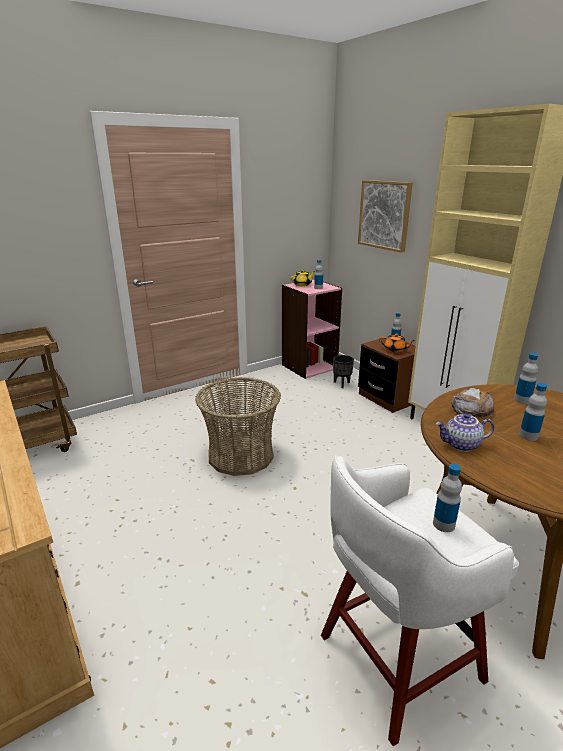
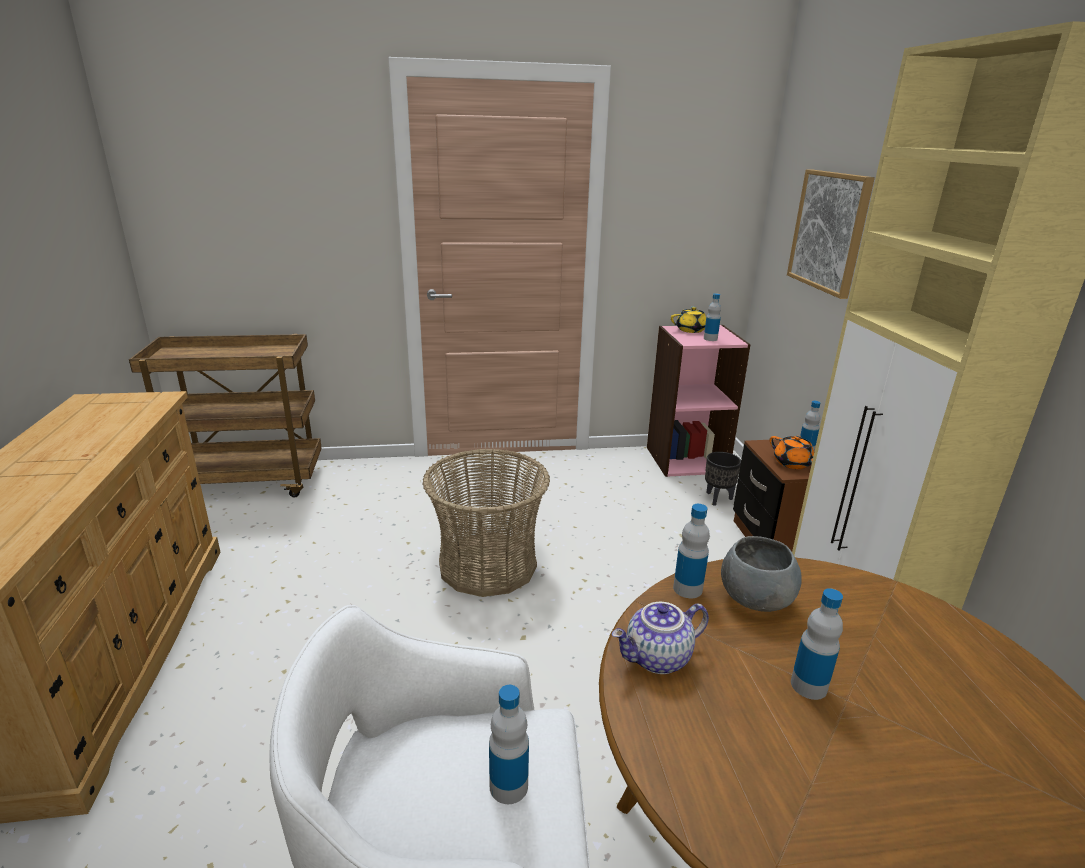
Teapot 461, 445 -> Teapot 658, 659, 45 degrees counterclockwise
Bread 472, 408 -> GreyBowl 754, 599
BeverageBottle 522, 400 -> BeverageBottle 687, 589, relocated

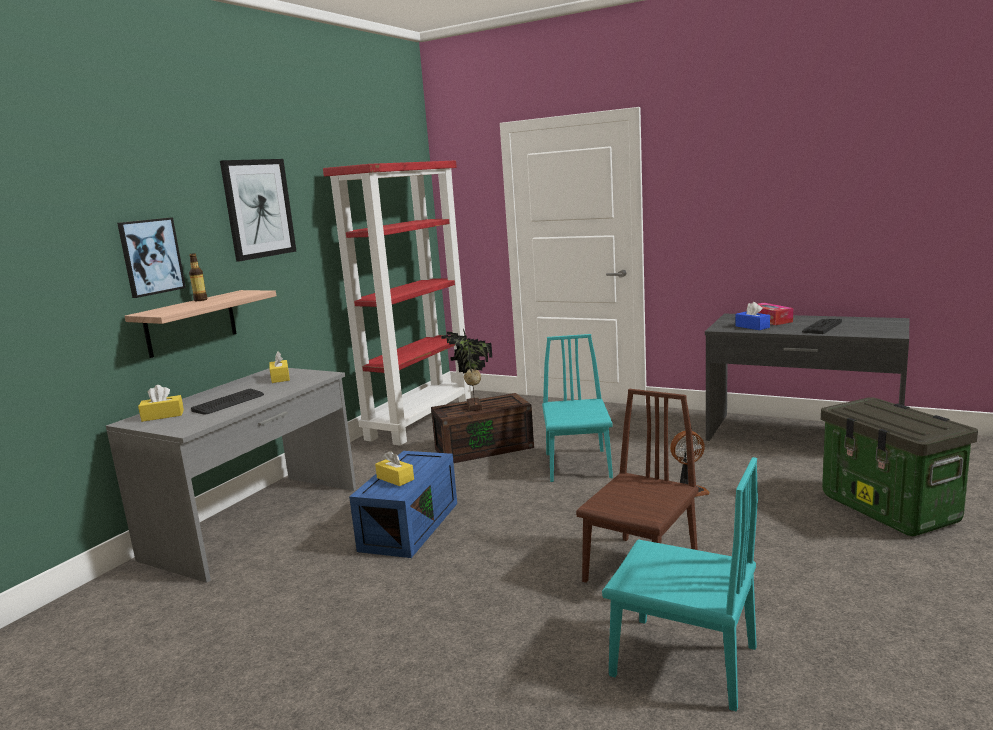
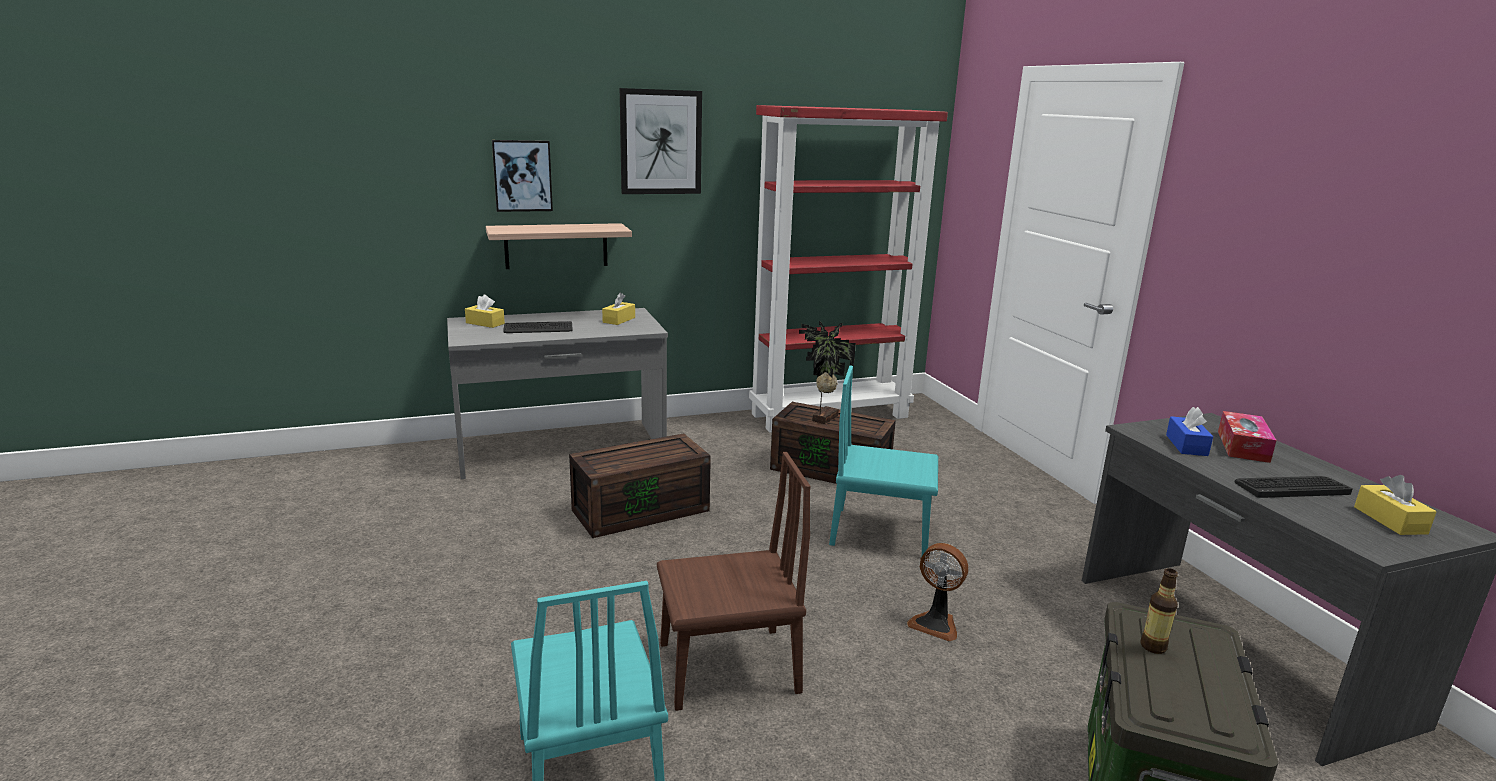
BeverageBottle 200, 300 -> BeverageBottle 1153, 647, relocated
BlueStorageBin 409, 525 -> BrownColouredStorageBin 641, 509
YellowColouredBoxOfTissues 395, 479 -> YellowColouredBoxOfTissues 1390, 520, relocated
TurquoiseColouredUprightChair 578, 465 -> TurquoiseColouredUprightChair 880, 532, 120 degrees counterclockwise

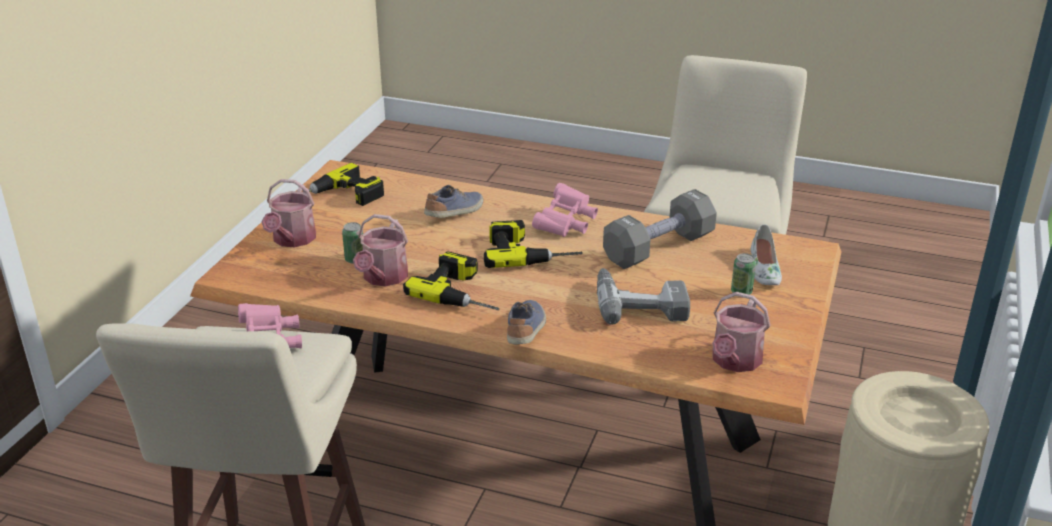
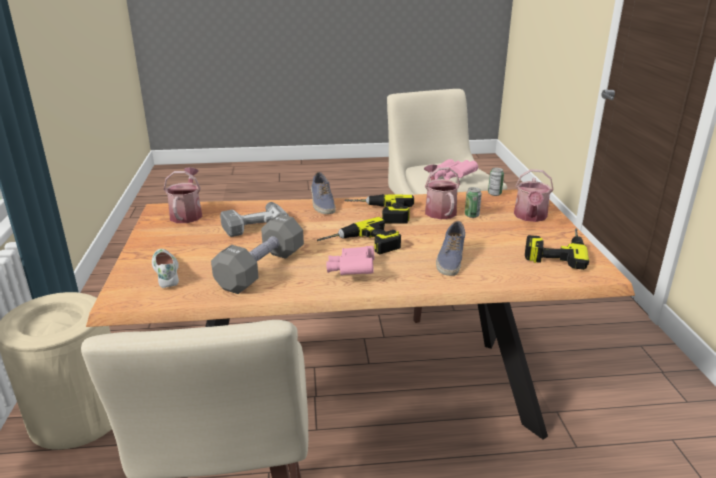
SprinklingCan 292, 240 -> SprinklingCan 530, 217, 150 degrees counterclockwise
SealedCan 741, 292 -> SealedCan 494, 194, relocated

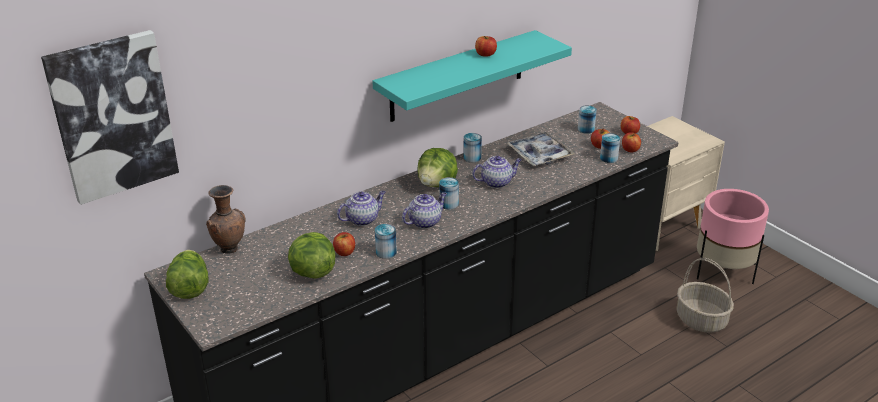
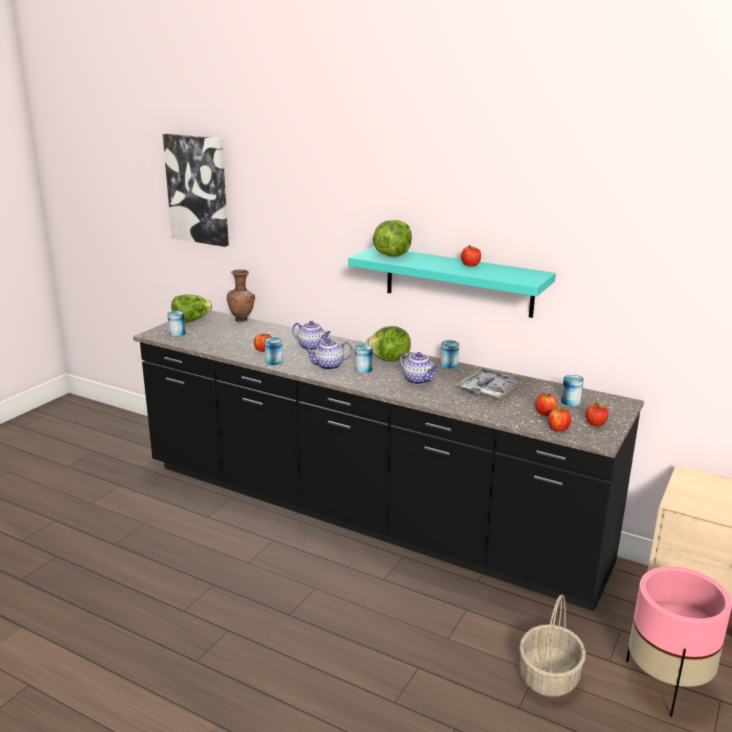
Lettuce 312, 272 -> Lettuce 392, 255, relocated
Teapot 425, 222 -> Teapot 328, 366, 135 degrees clockwise
SealedCan 608, 158 -> SealedCan 177, 333, relocated

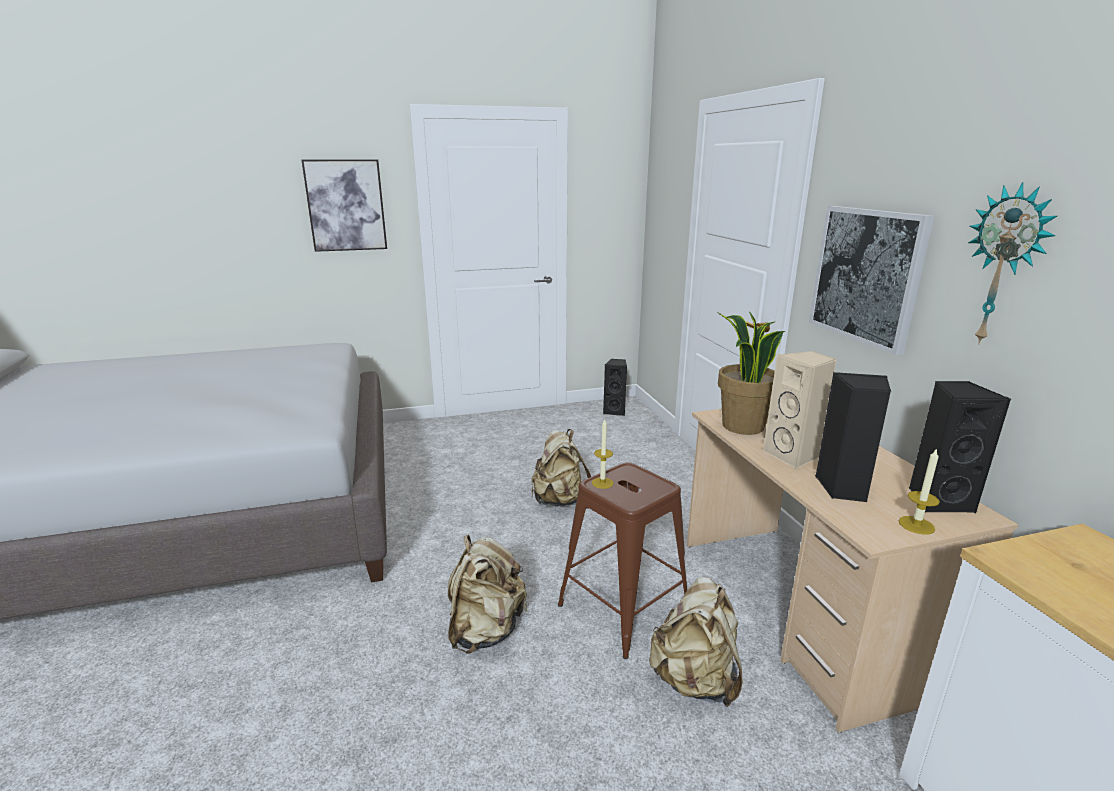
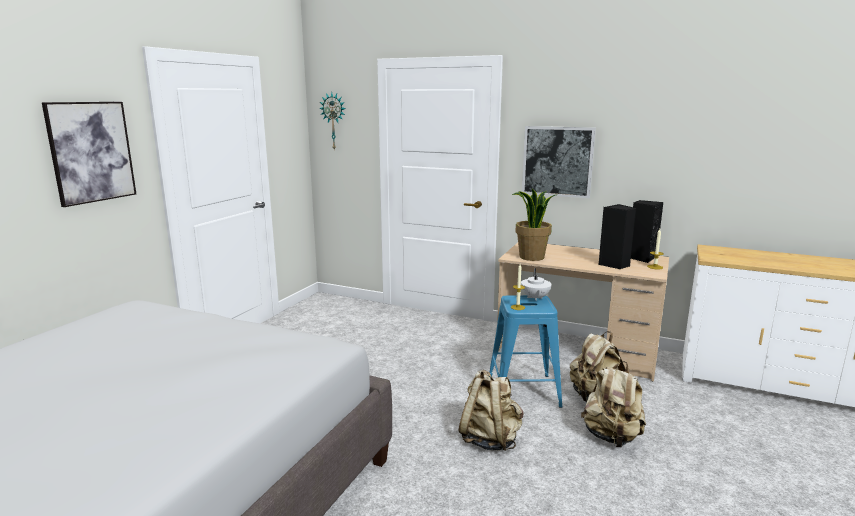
BeigeColouredKnapsack 559, 500 -> BeigeColouredKnapsack 611, 437, relocated
BrownColouredSittingStool 624, 608 -> BlueSittingStool 523, 391
BlackishAudioSpeaker 615, 411 -> none
BeigeColouredAudioSpeaker 793, 456 -> none
HangingClock 1005, 266 -> HangingClock 334, 121, relocated
none -> WhitishTeapot 535, 298

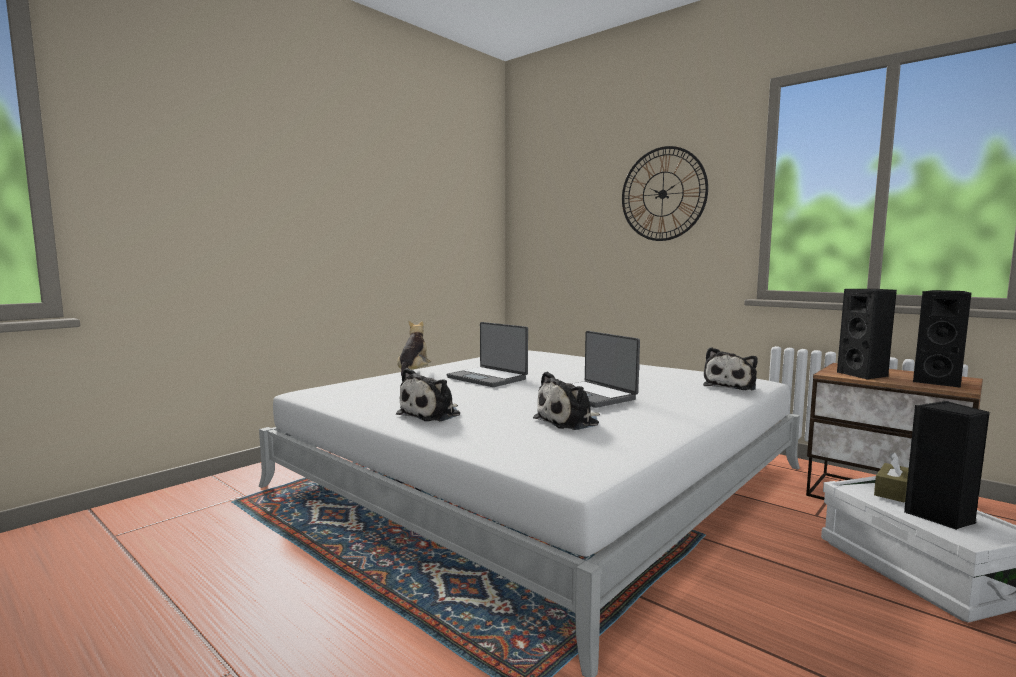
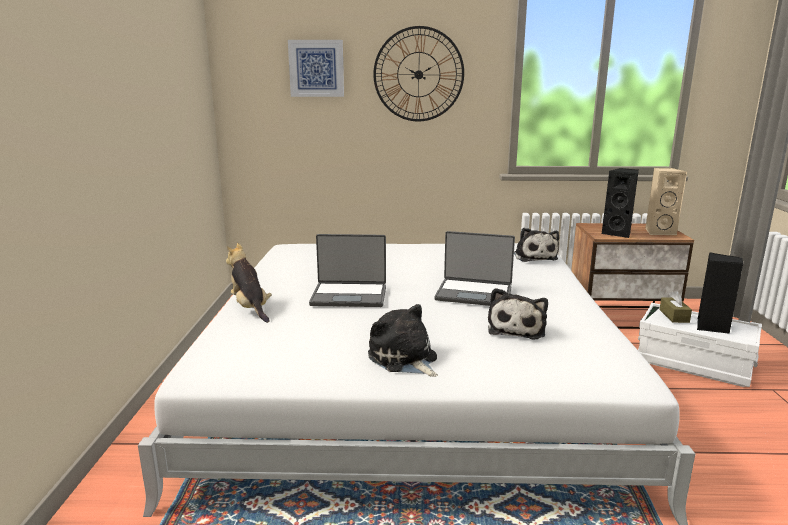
PlushToy 432, 414 -> PlushToy 404, 359, 150 degrees clockwise
BlackishAudioSpeaker 938, 382 -> BeigeColouredAudioSpeaker 659, 232
none -> WallPicture 316, 68

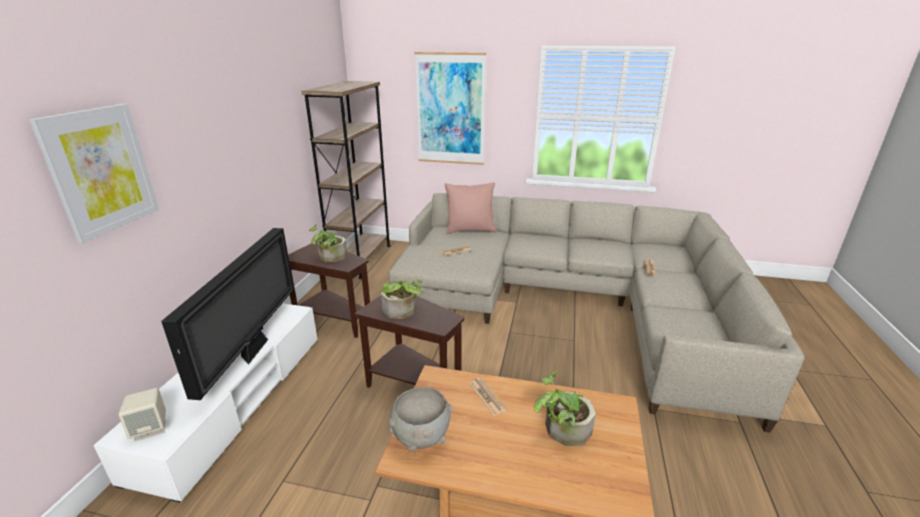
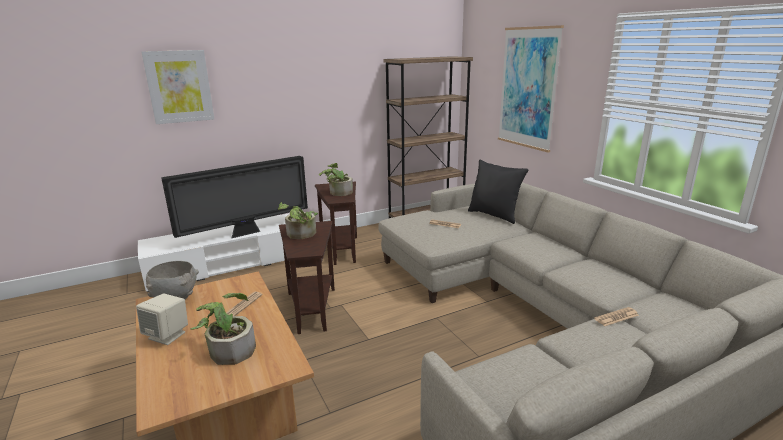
BeigeColouredAudioSpeaker 150, 428 -> BeigeColouredAudioSpeaker 167, 335, relocated
PinkishCushion 470, 230 -> BlackishCushion 494, 215

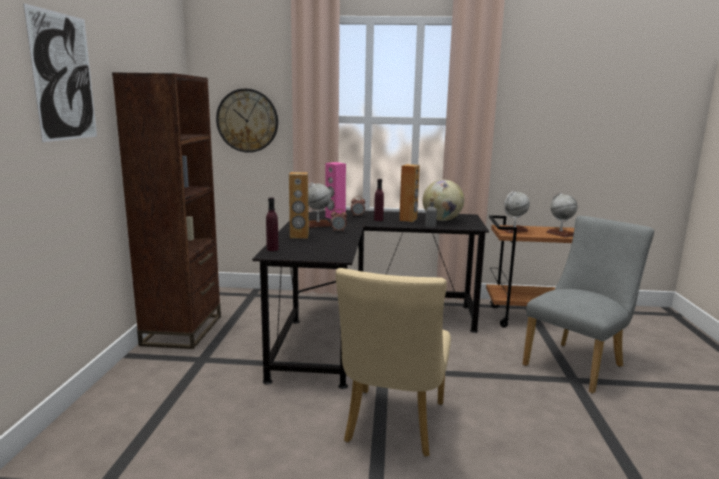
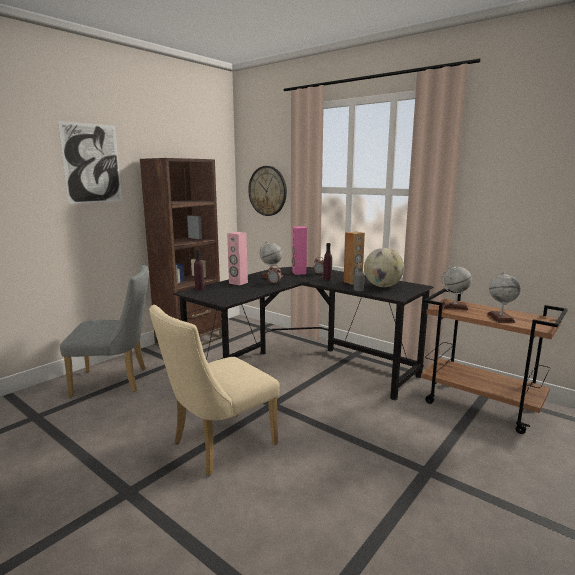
BrownColouredAudioSpeaker 299, 236 -> PinkishAudioSpeaker 238, 283
GreyUprightChair 578, 364 -> GreyUprightChair 116, 381, relocated

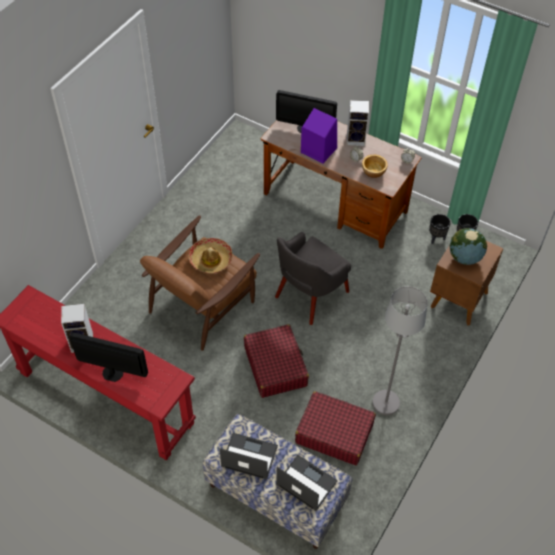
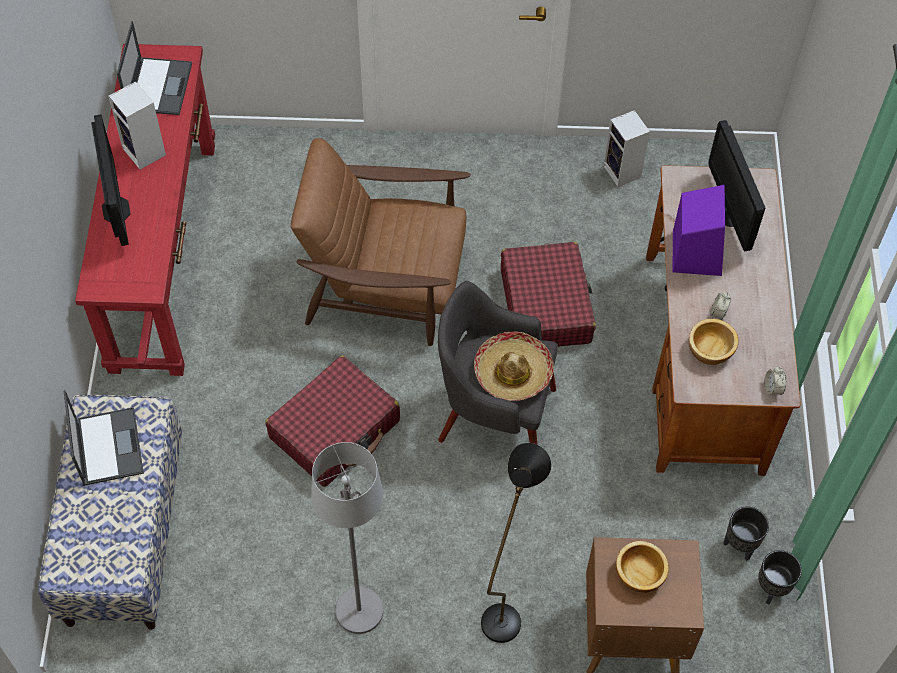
WearableHat 210, 259 -> WearableHat 513, 372, relocated
PortableComputer 305, 482 -> PortableComputer 159, 86, relocated
RedSuitcase 334, 433 -> RedSuitcase 546, 305, relocated
AudioSpeaker 356, 139 -> AudioSpeaker 623, 172, relocated
DeskGlobe 464, 257 -> Bowl 638, 573
none -> BlackishFloorLamp 505, 609

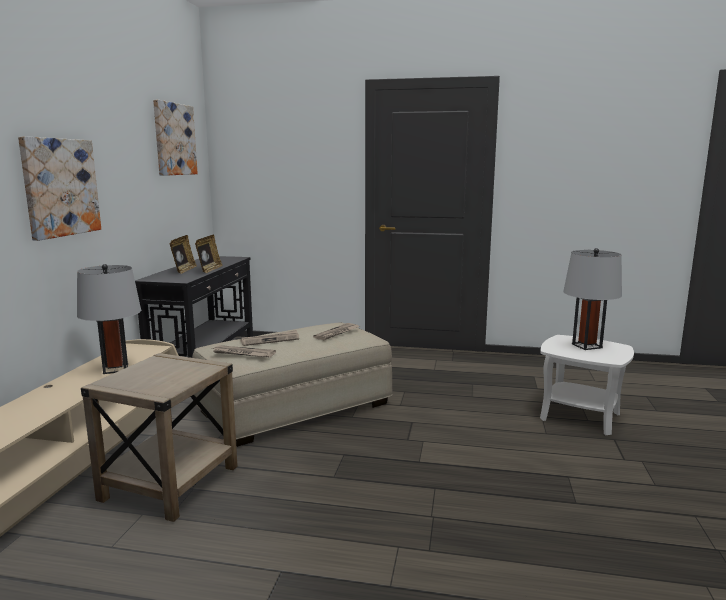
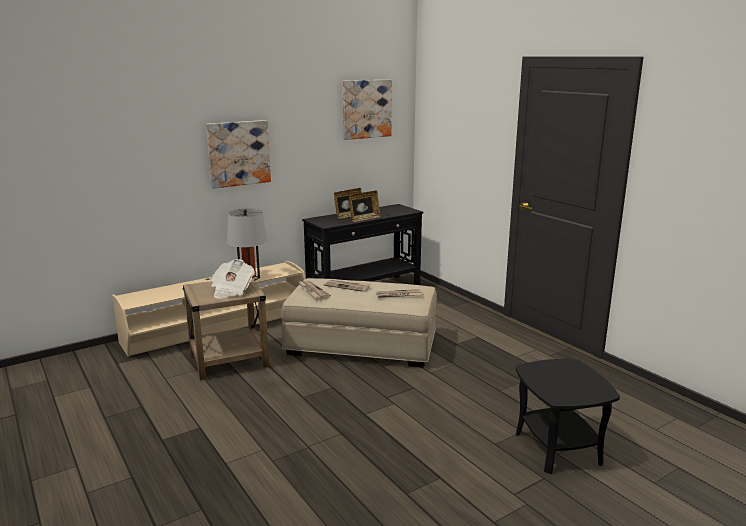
WhitishAccentTable 580, 416 -> BlackishAccentTable 558, 448
GreyTabletopLamp 586, 346 -> none
none -> DailyPaper 231, 290

